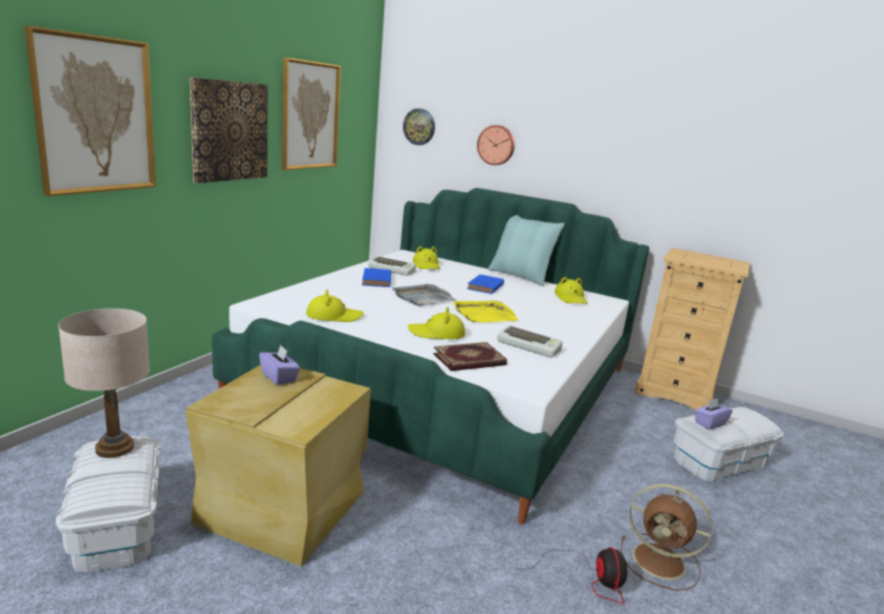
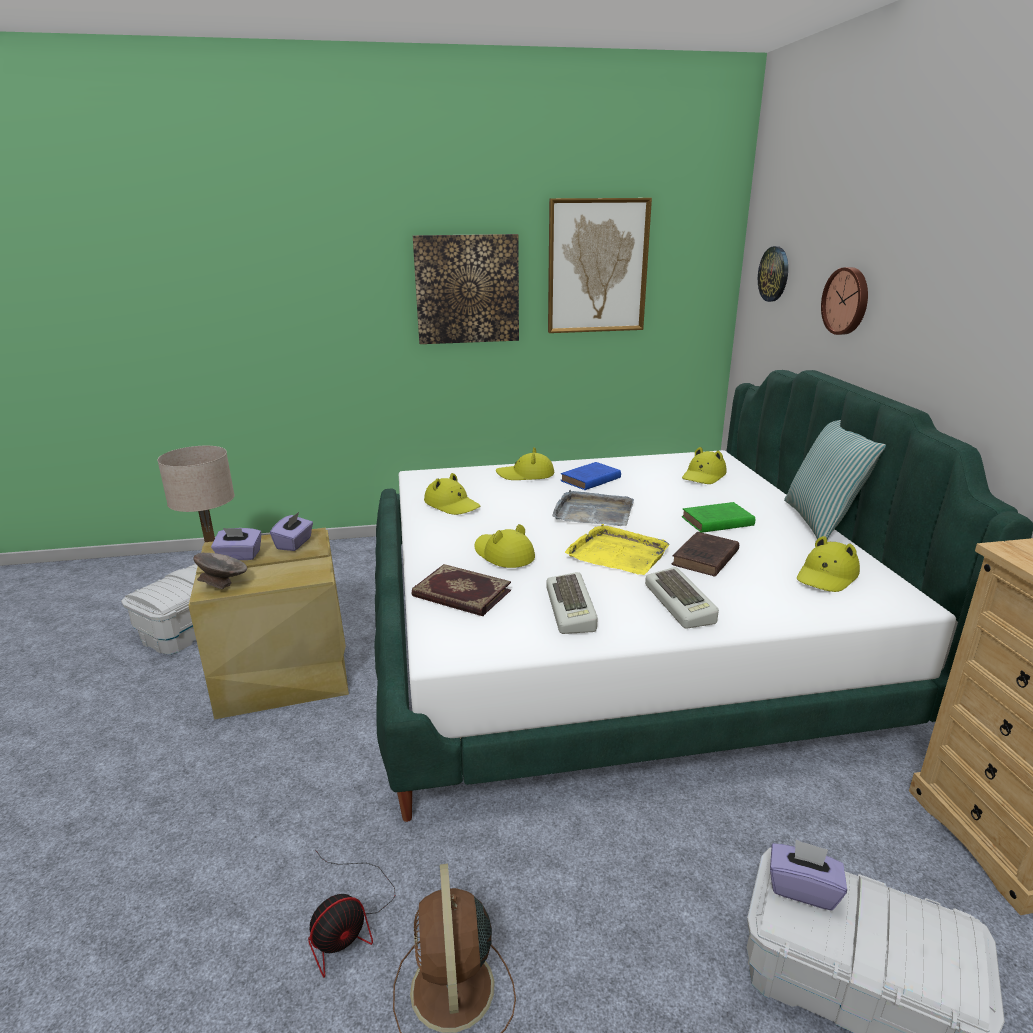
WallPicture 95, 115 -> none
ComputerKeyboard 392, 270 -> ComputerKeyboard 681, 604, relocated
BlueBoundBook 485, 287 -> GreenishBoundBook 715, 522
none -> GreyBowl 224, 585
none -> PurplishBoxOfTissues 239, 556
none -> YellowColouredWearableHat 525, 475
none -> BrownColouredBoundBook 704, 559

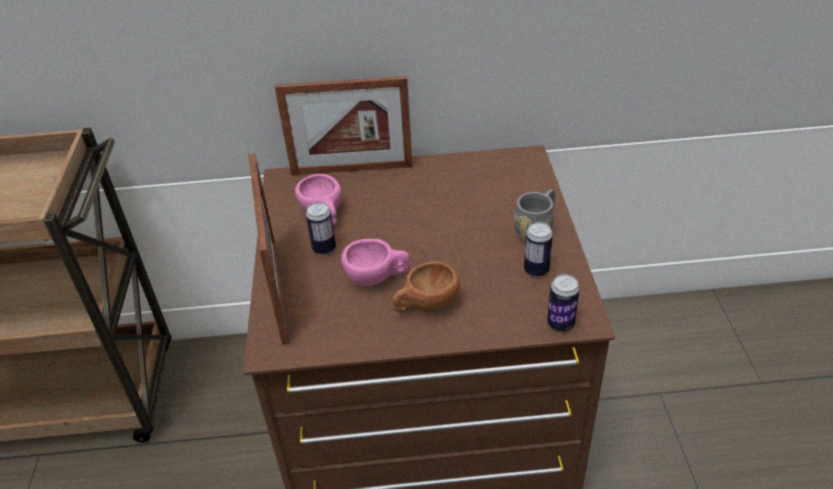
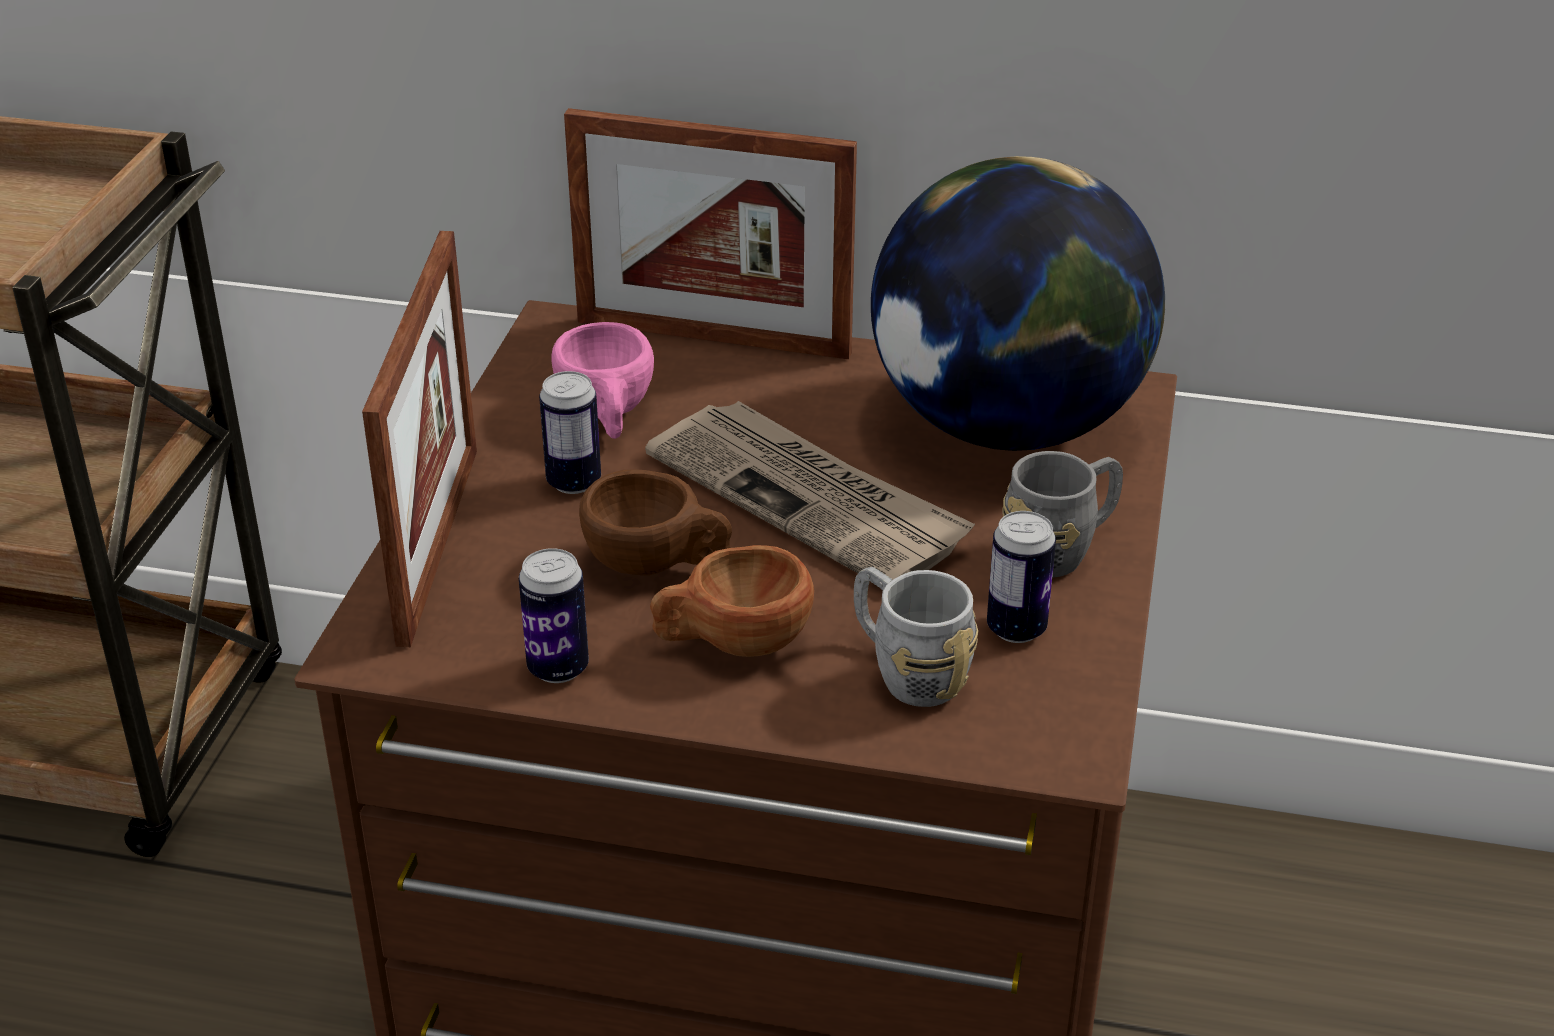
PinkishSmallCup 377, 277 -> BrownColouredSmallCup 658, 564
SealedCan 560, 324 -> SealedCan 558, 668, relocated
none -> DailyPaper 809, 500
none -> GreyCoffeeMug 906, 670
none -> DeskGlobe 1007, 426

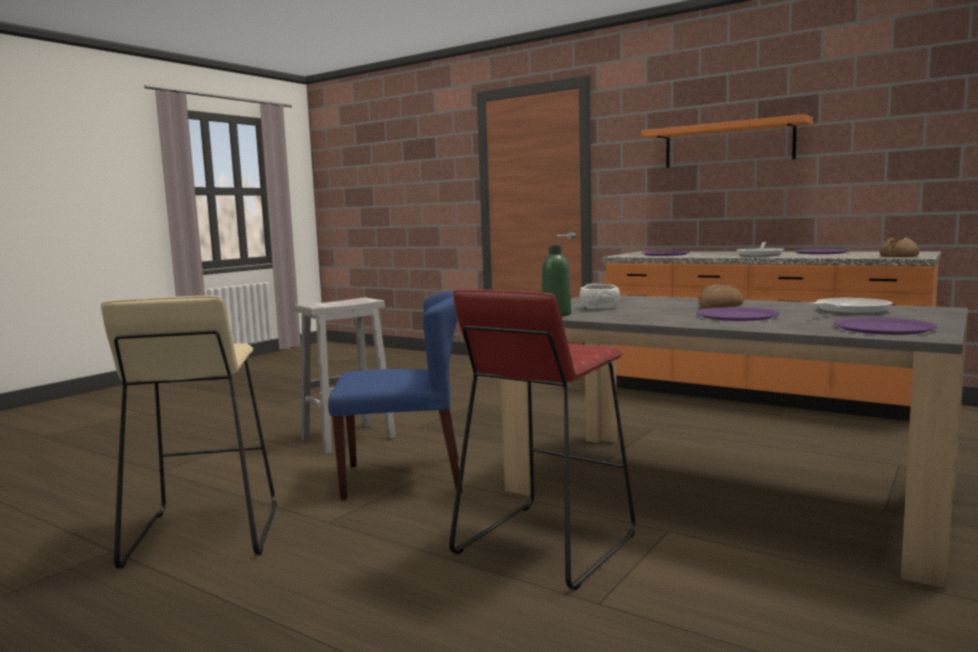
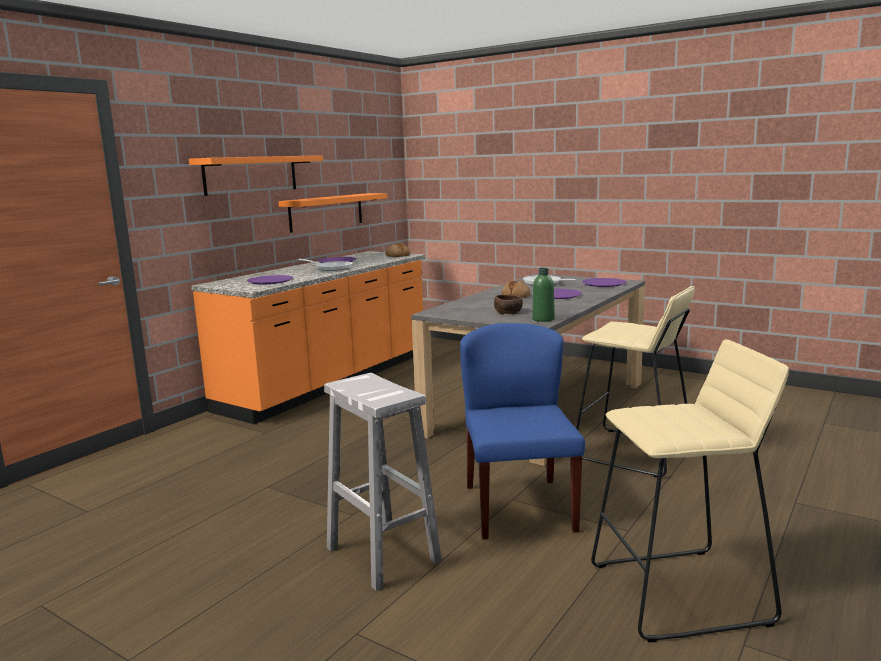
RedSittingStool 544, 544 -> BeigeColouredSittingStool 633, 452
WhitishBowl 600, 308 -> BrownColouredBowl 509, 312
none -> OrangeyBracketShelf 326, 212

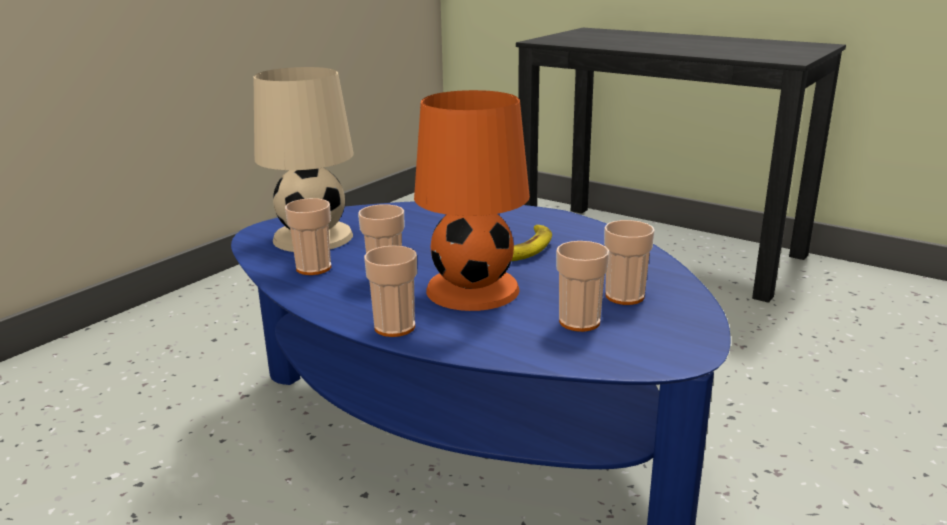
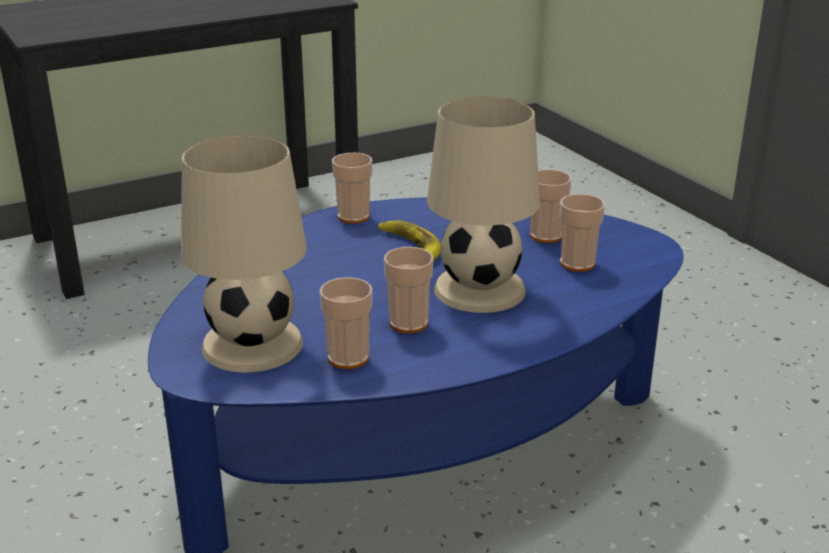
SmallCup 394, 327 -> SmallCup 353, 216, relocated
OrangeyTabletopLamp 474, 289 -> BeigeColouredTabletopLamp 480, 289

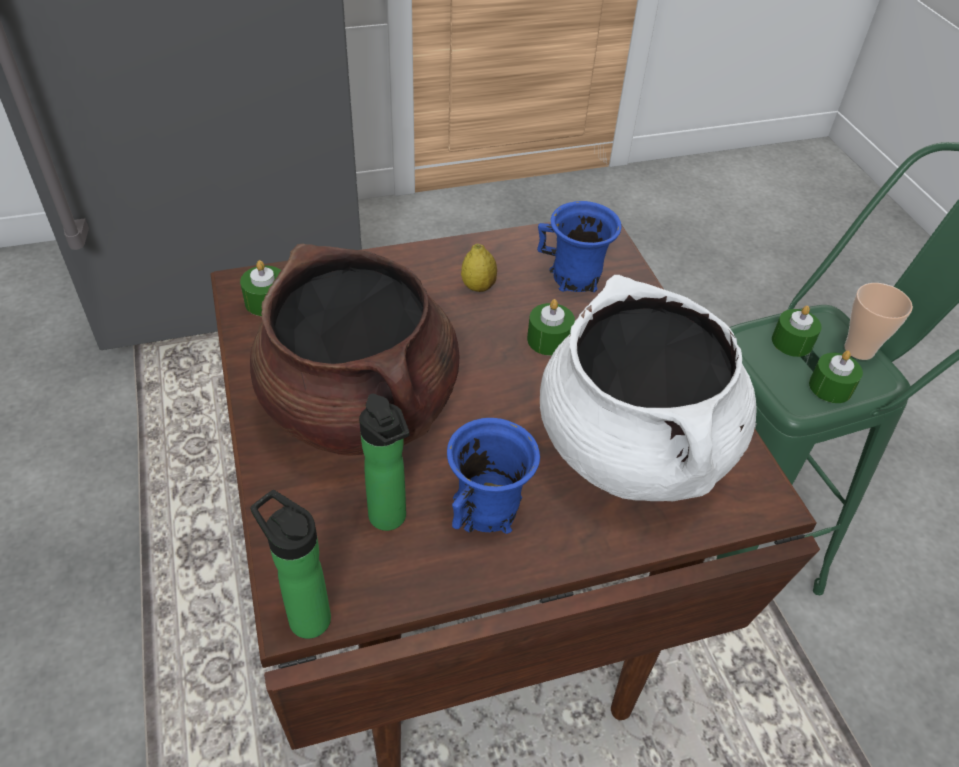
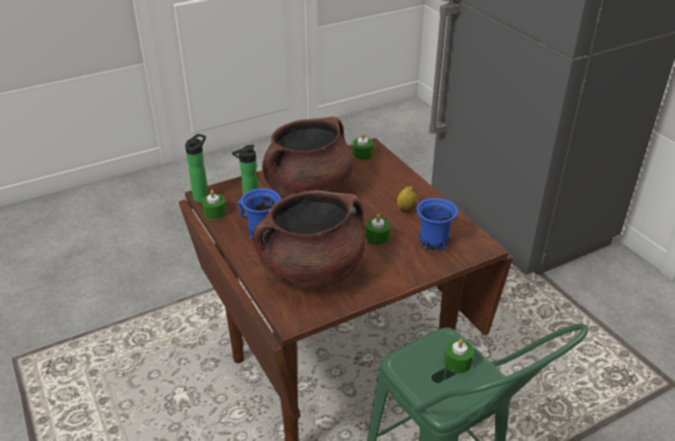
WhitishSaucepot 634, 448 -> BrownColouredSaucepot 311, 272
GreenishWaxLight 830, 387 -> GreenishWaxLight 214, 212, relocated
SmallCup 859, 349 -> none

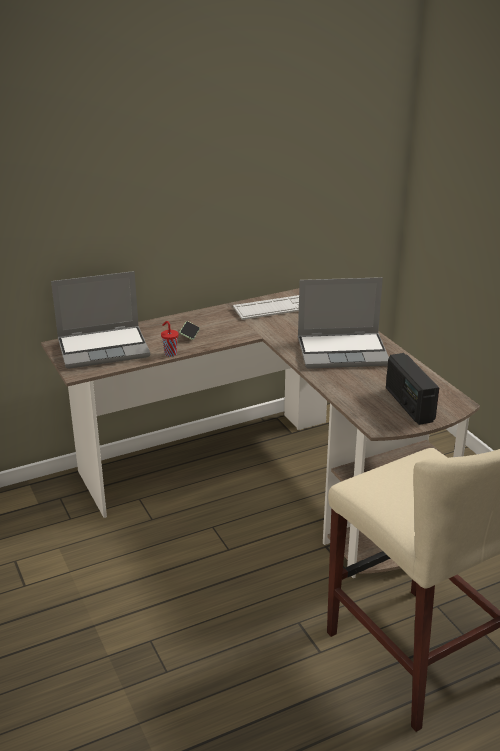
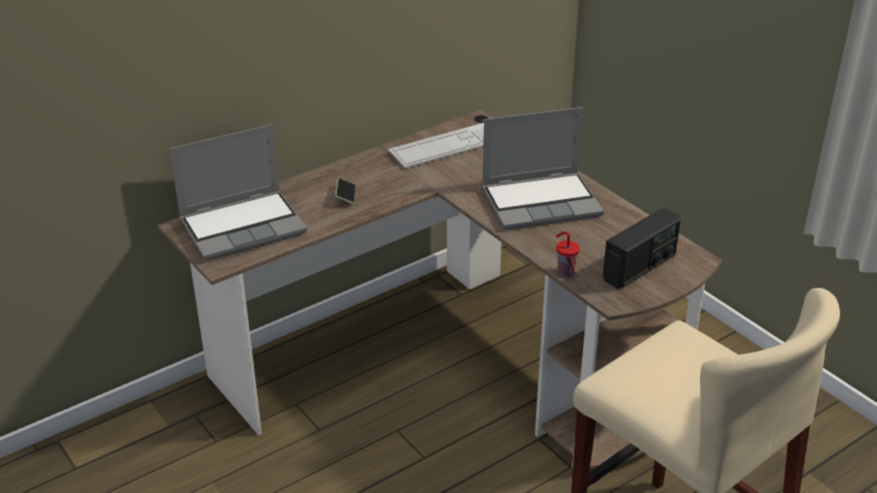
RedSmallCup 170, 353 -> RedSmallCup 564, 271, relocated
RadioReceiver 408, 404 -> RadioReceiver 640, 267, 105 degrees counterclockwise

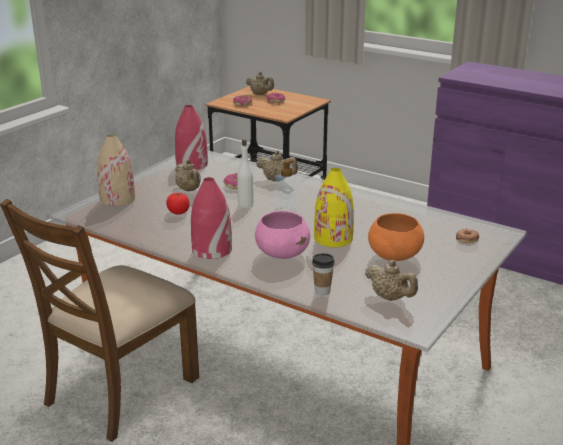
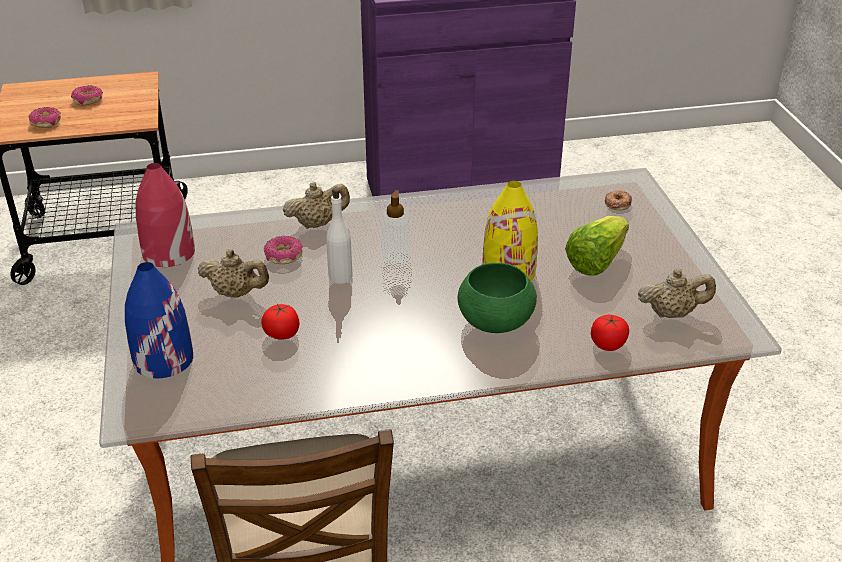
BeigeColouredDecorativeVase 117, 198 -> BlueDecorativeVase 162, 359
RedDecorativeVase 211, 250 -> none
BeigeColouredTeapot 260, 94 -> none
PinkishBowl 282, 254 -> GreenishBowl 495, 322
SmallCup 322, 291 -> WholeTomato 608, 344
OrangeyBowl 394, 256 -> Lettuce 596, 261

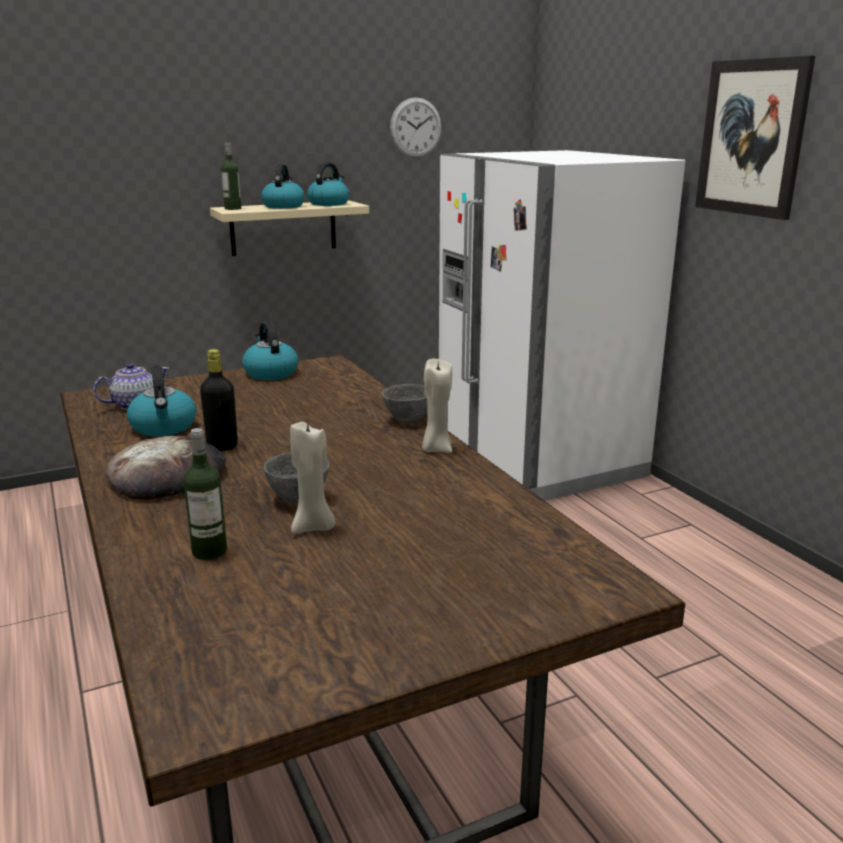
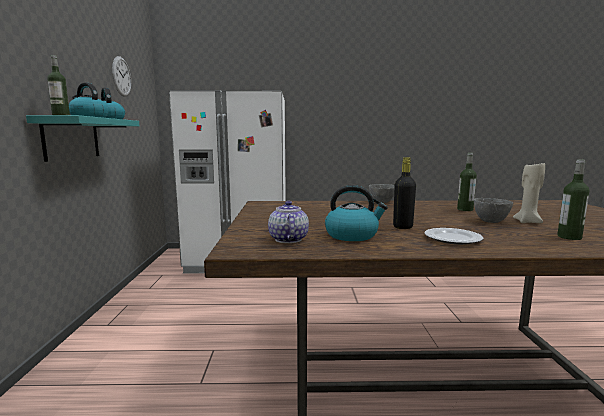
Bread 167, 475 -> Plate 452, 238
BeigeColouredBracketShelf 283, 228 -> TurquoiseColouredBracketShelf 71, 138
TeaKettle 270, 373 -> none
BeigeColouredWaxLight 436, 449 -> none
WallPicture 752, 138 -> none
none -> BeverageBottle 465, 209

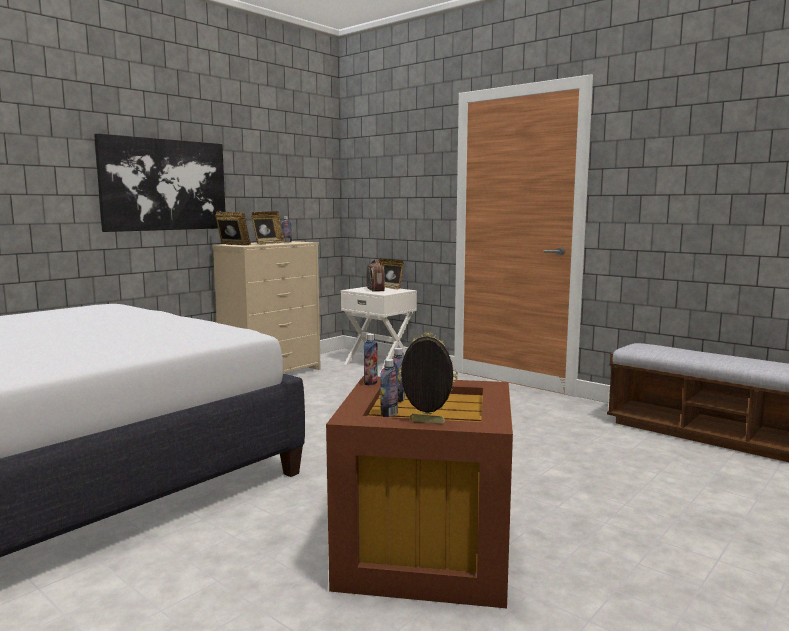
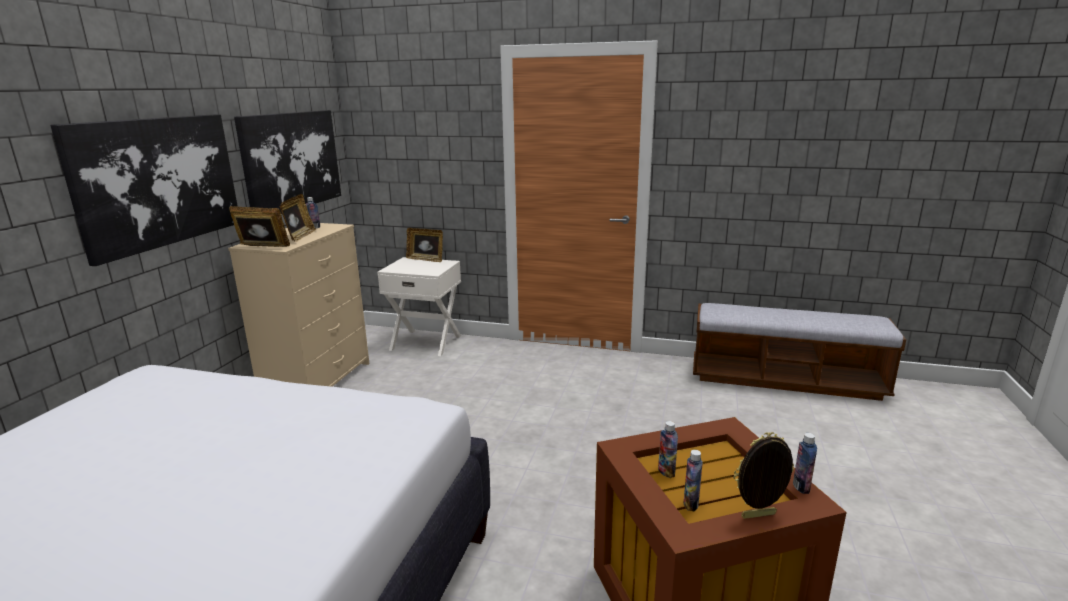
BeverageBottle 370, 383 -> BeverageBottle 801, 487, relocated
RadioReceiver 375, 289 -> none
none -> WallPicture 292, 161

